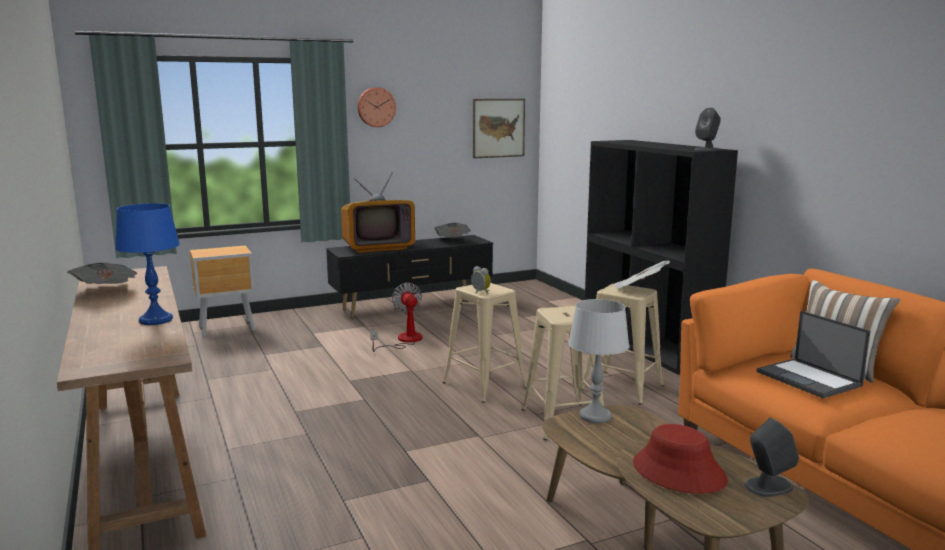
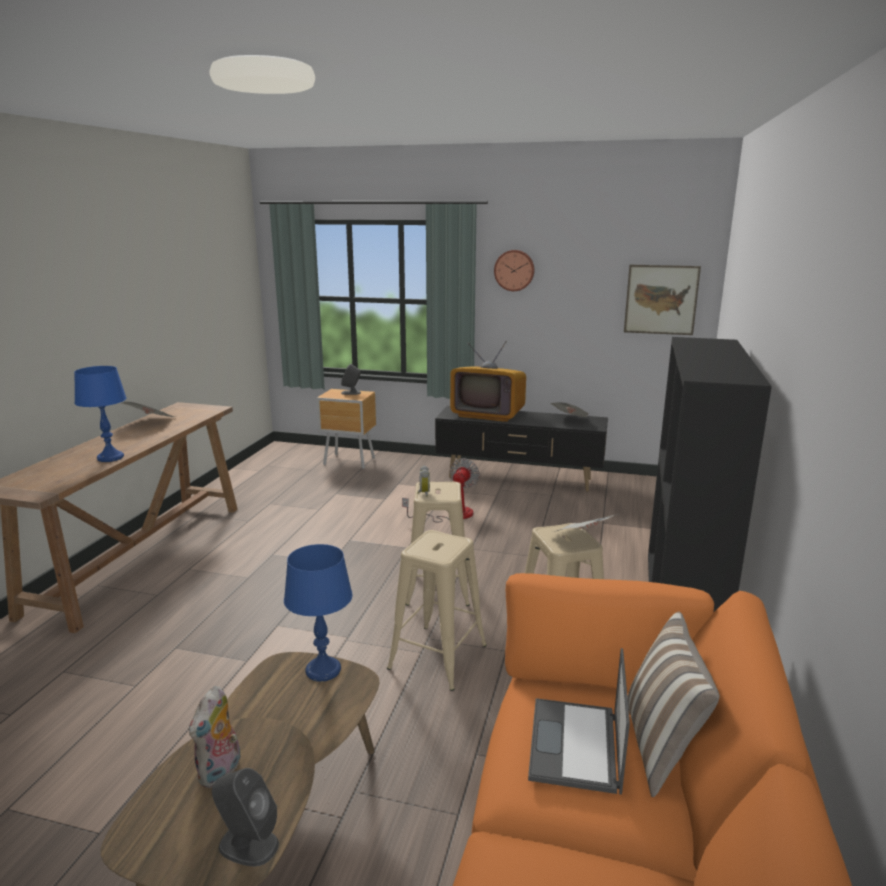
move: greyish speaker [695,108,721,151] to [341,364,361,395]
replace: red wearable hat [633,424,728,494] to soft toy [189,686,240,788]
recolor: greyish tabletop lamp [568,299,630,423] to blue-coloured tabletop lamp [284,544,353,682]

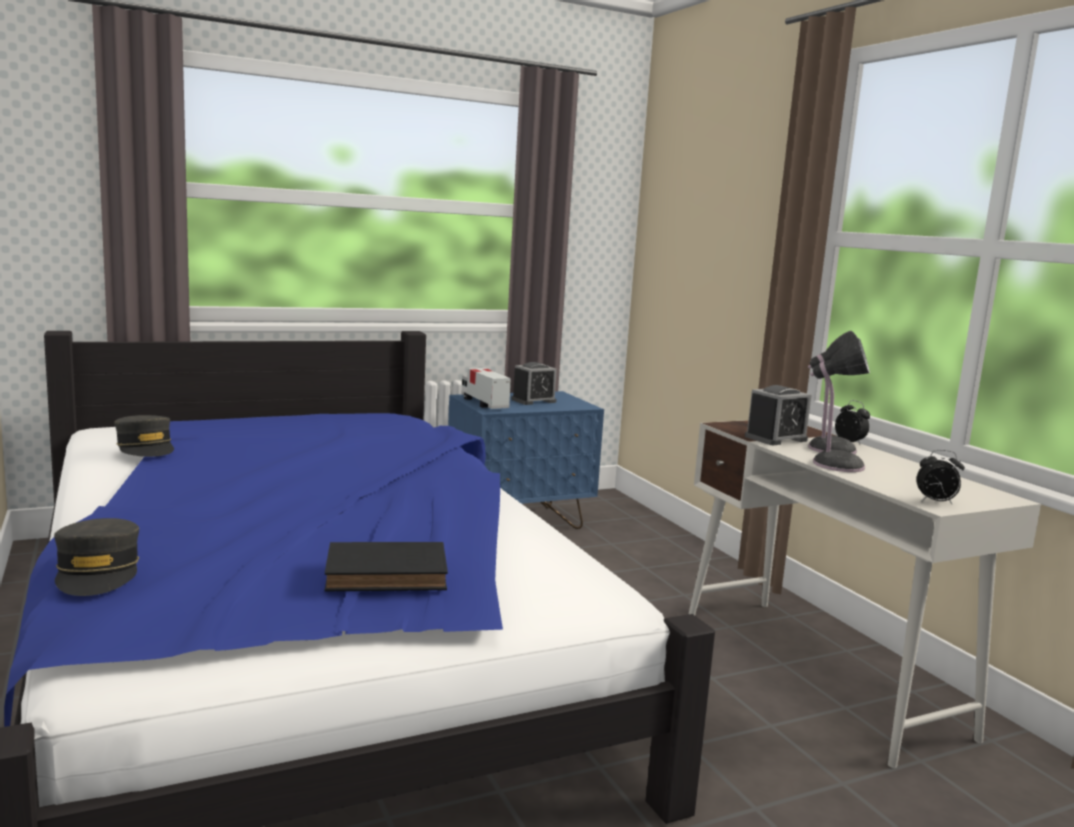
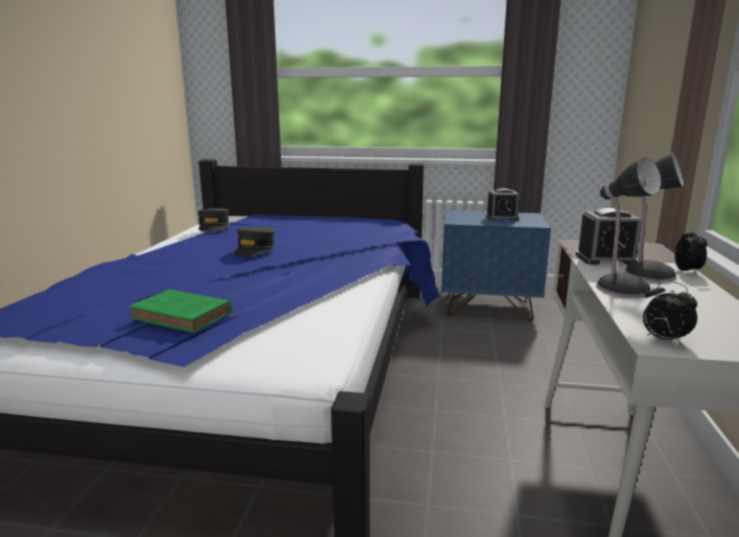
delete: toy truck [462,368,511,409]
move: greyish peaked cap [54,518,139,596] to [234,227,275,257]
recolor: black-coloured book [325,542,448,591] to greenish book [129,289,232,333]

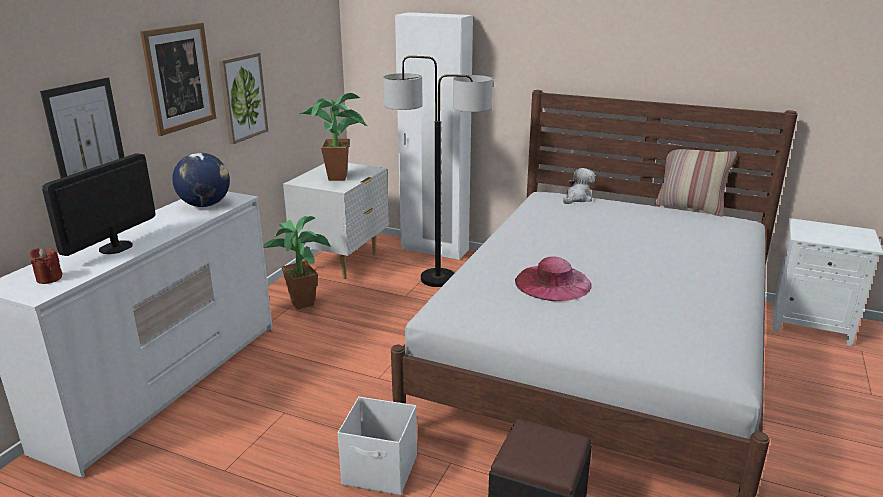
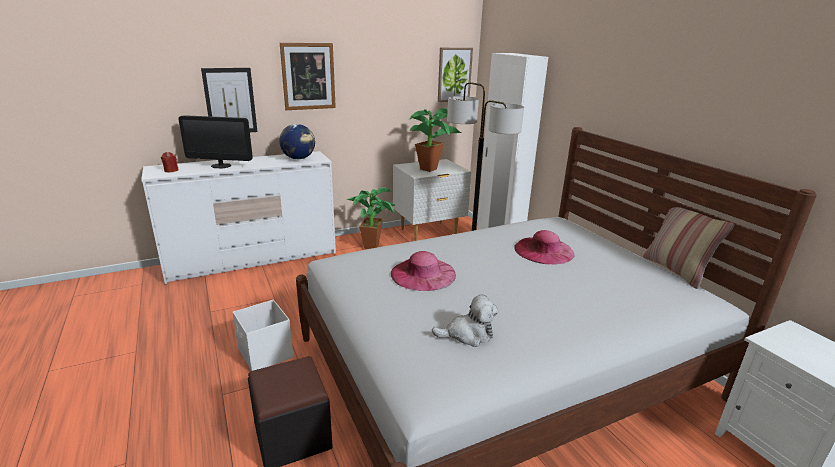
insert: pink-coloured wearable hat [514,230,574,264]
move: wall picture [219,52,268,144] to [438,48,473,102]; soft toy [563,168,595,204] to [432,294,499,347]
rotate: computer screen [42,153,155,256] = [179,115,253,169] 150 degrees counterclockwise

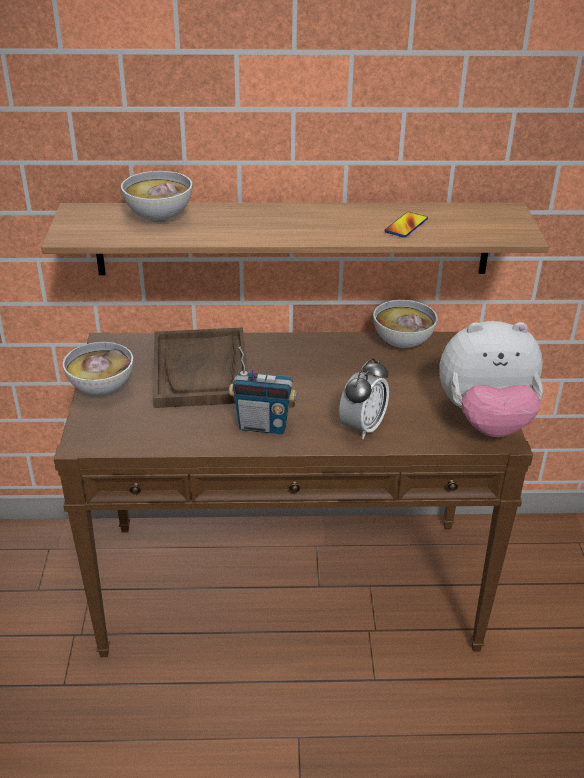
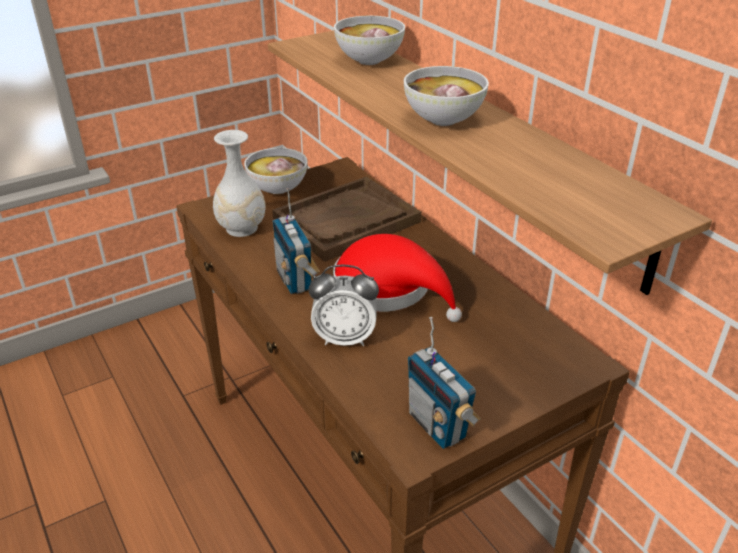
delete: handset [384,212,428,238]
insert: white-coloured flower vase [213,130,266,237]; red wearable hat [333,234,462,322]
move: bowl [373,300,438,348] to [404,66,489,126]
replace: soft toy [439,321,543,437] to radio receiver [408,317,481,449]

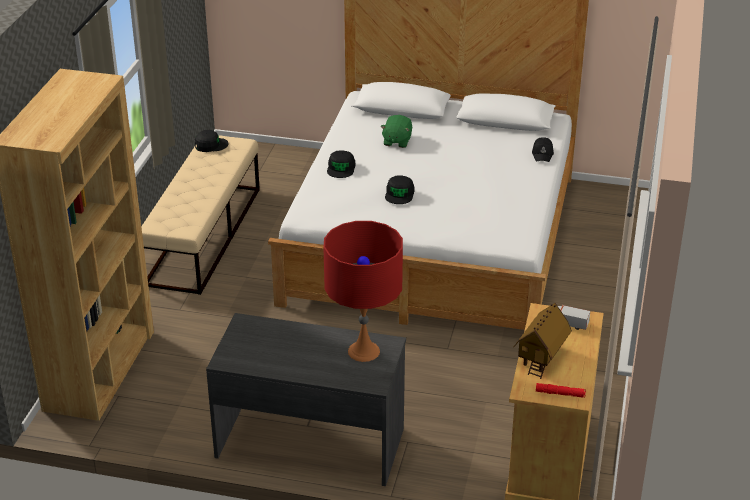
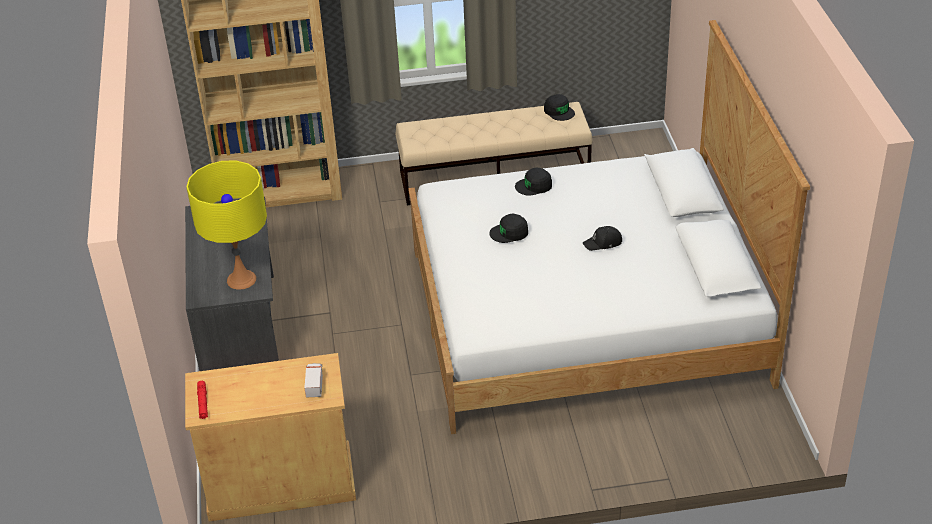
delete: greenish soft toy [381,115,412,148]; model house [513,303,572,379]
move: black-coloured peaked cap [532,137,554,162] to [583,226,622,251]
recolor: red tabletop lamp [323,221,403,362] to yellow-coloured tabletop lamp [186,161,267,290]

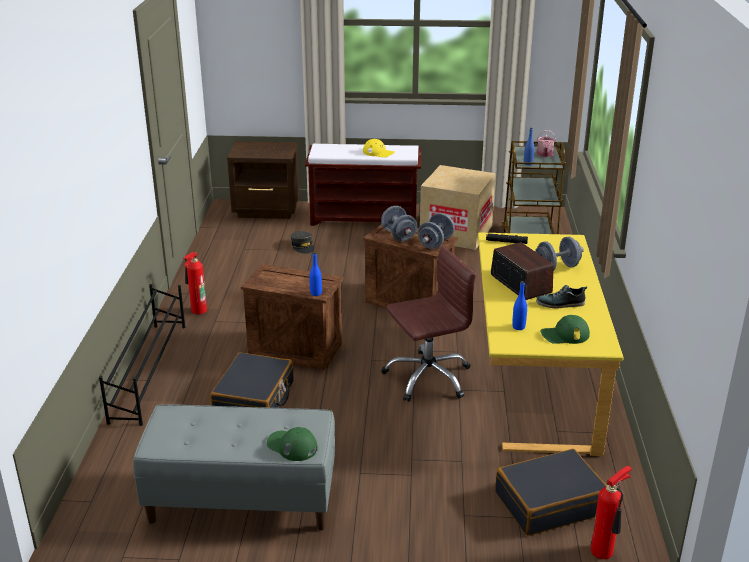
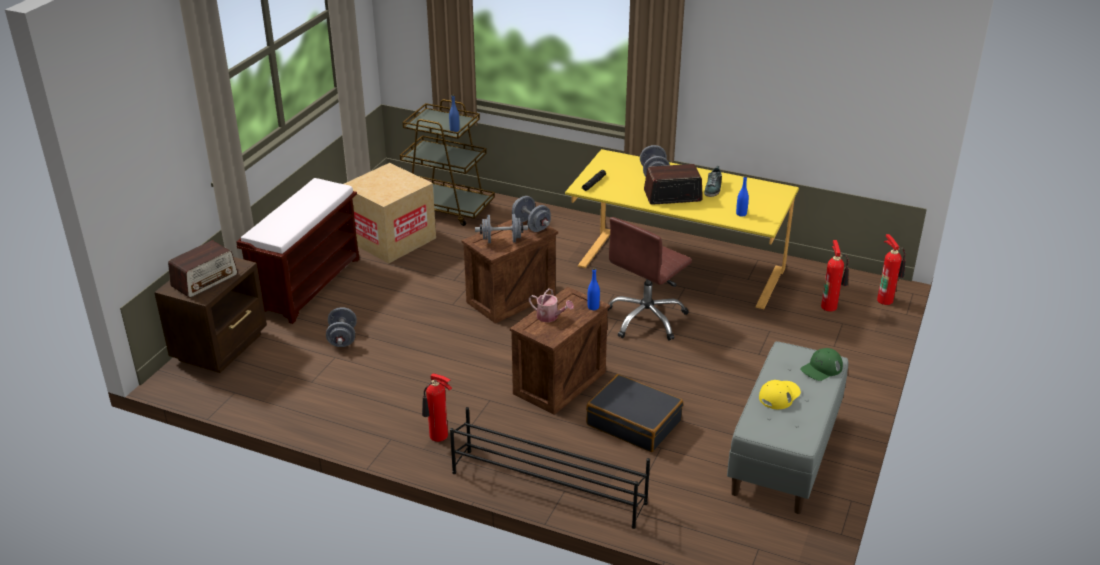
delete: greenish peaked cap [541,315,590,344]
insert: radio receiver [168,240,238,298]
move: yellow-coloured peaked cap [363,139,395,158] to [759,380,801,409]; watering can [537,130,556,157] to [529,288,574,323]
replace: greyish peaked cap [291,231,314,254] to greyish dumbbell [326,307,357,347]; black-coloured suitcase [495,449,607,536] to fire-fighting cylinder [821,240,849,312]
rotate: brown computer chair [381,246,476,402] = [608,217,692,341] 135 degrees counterclockwise

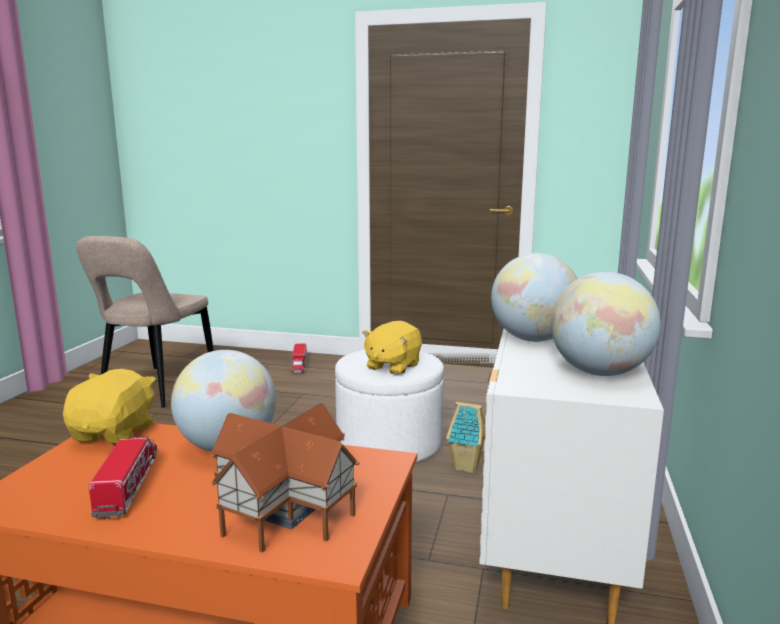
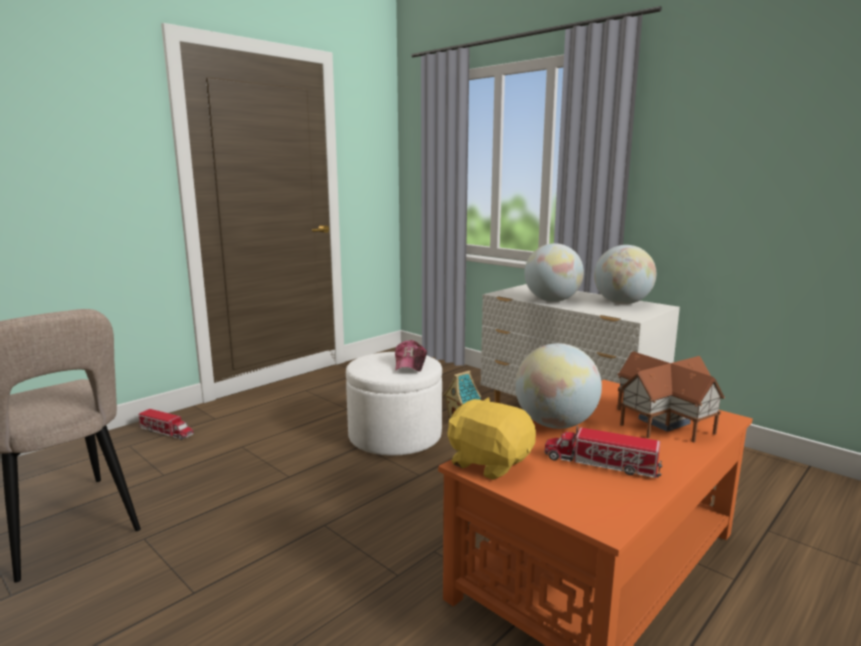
replace: yellow-coloured soft toy [362,321,422,375] to peaked cap [395,340,427,372]

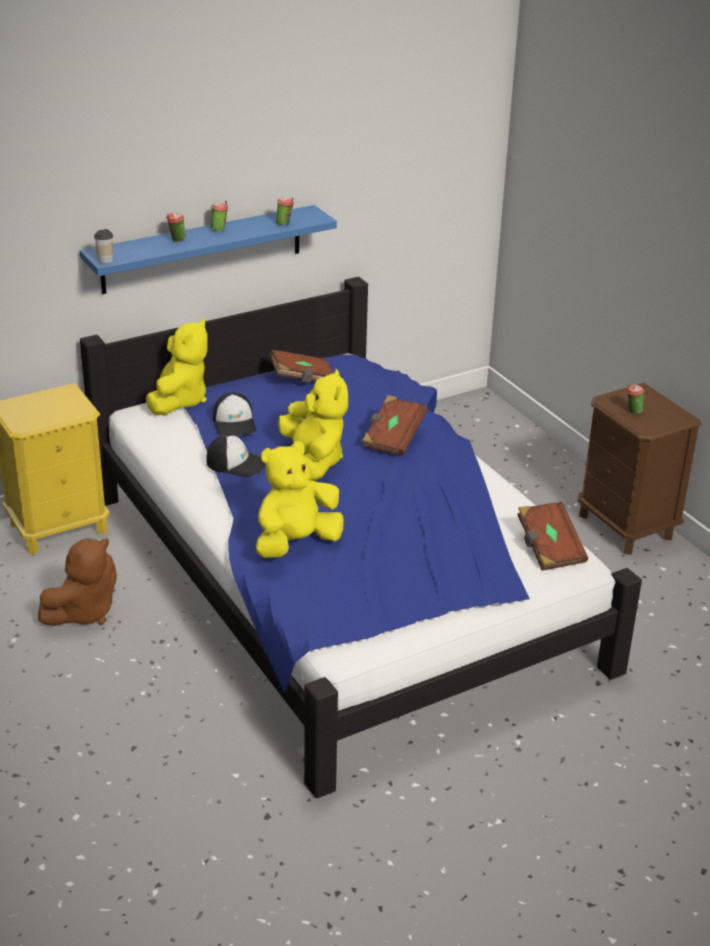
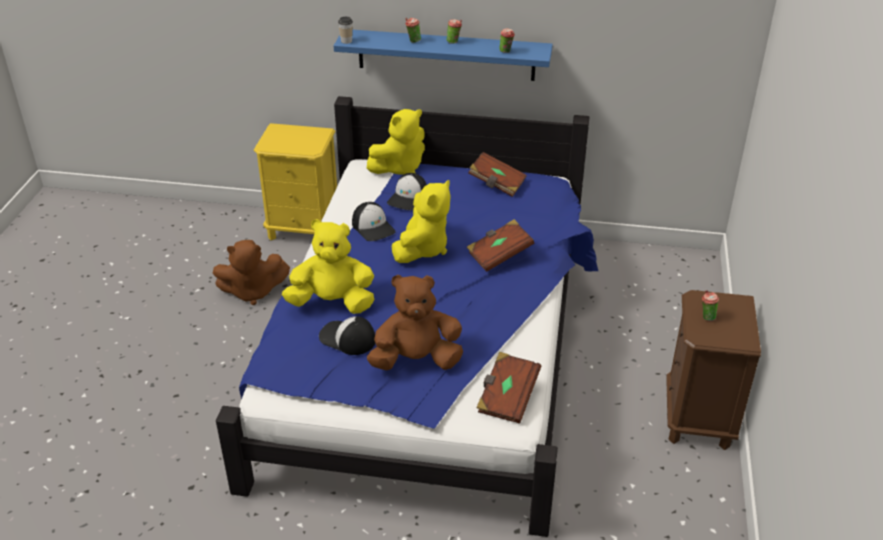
insert: peaked cap [319,316,375,355]; brown soft toy [367,275,463,370]

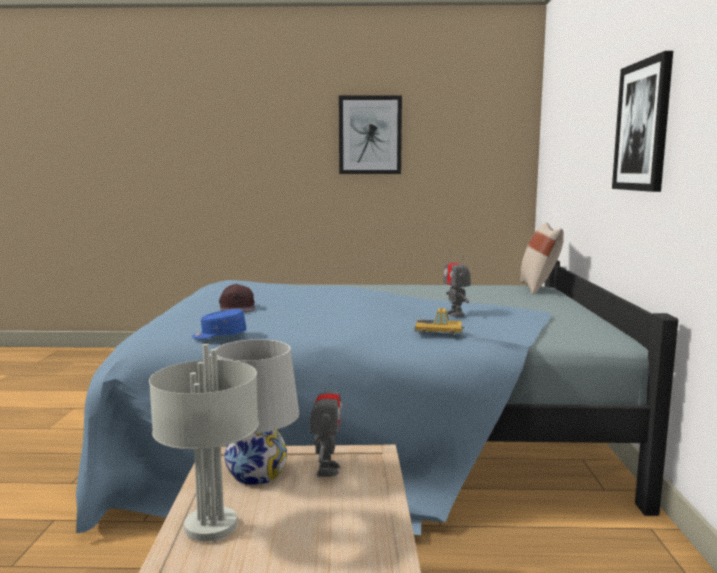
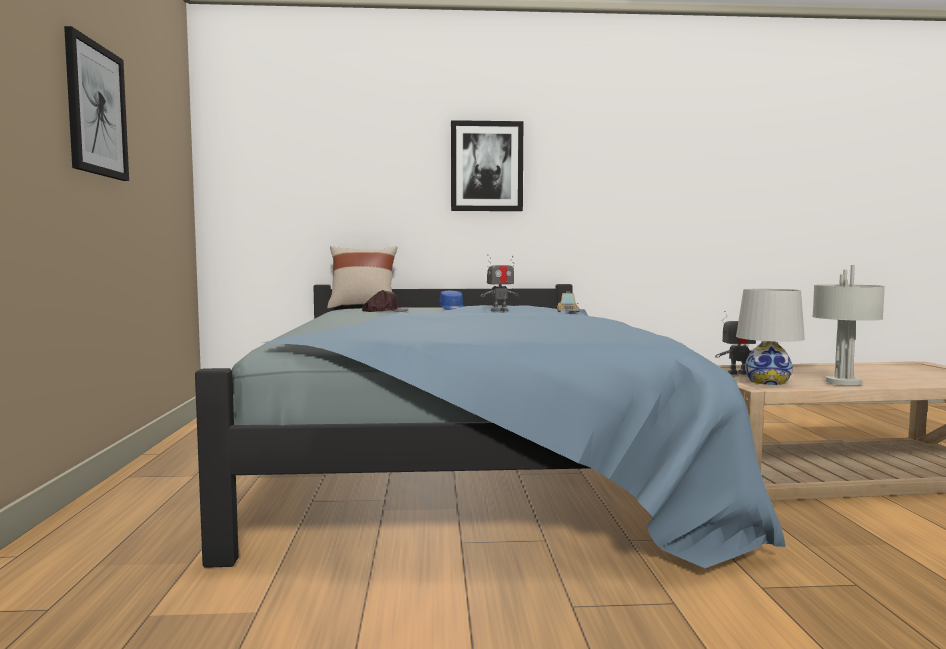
move: blue-coloured peaked cap [191,309,246,339] to [440,291,464,310]; brown peaked cap [219,284,255,312] to [362,290,408,312]

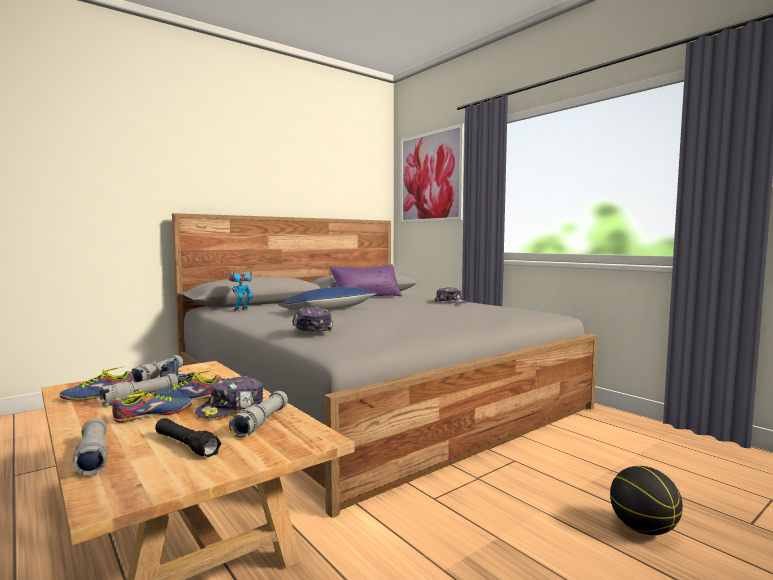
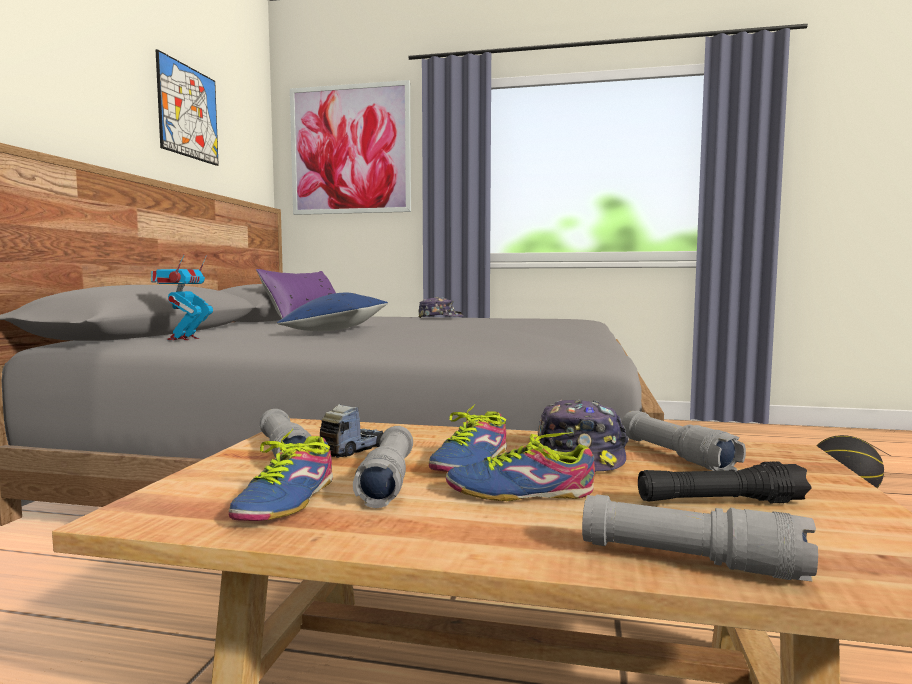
delete: peaked cap [292,306,333,332]
insert: wall picture [155,49,219,166]
rotate: low shoe [112,389,192,423] = [446,432,595,501] 105 degrees counterclockwise

